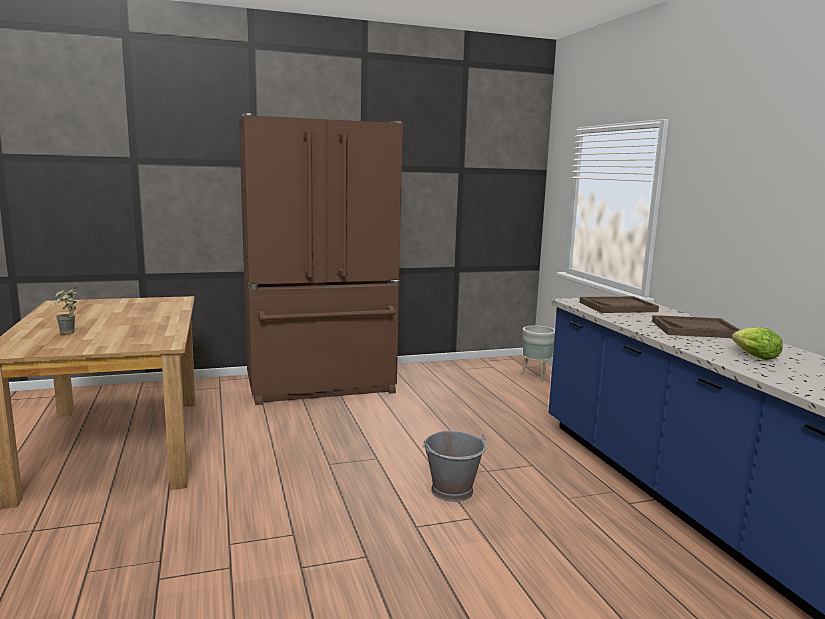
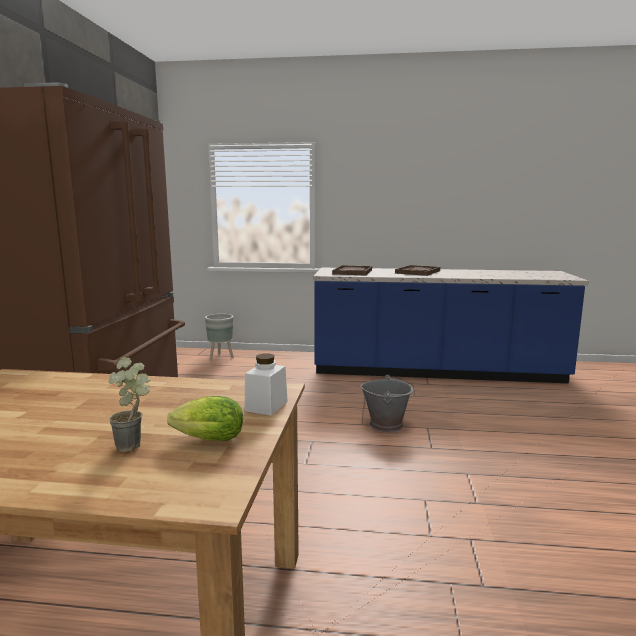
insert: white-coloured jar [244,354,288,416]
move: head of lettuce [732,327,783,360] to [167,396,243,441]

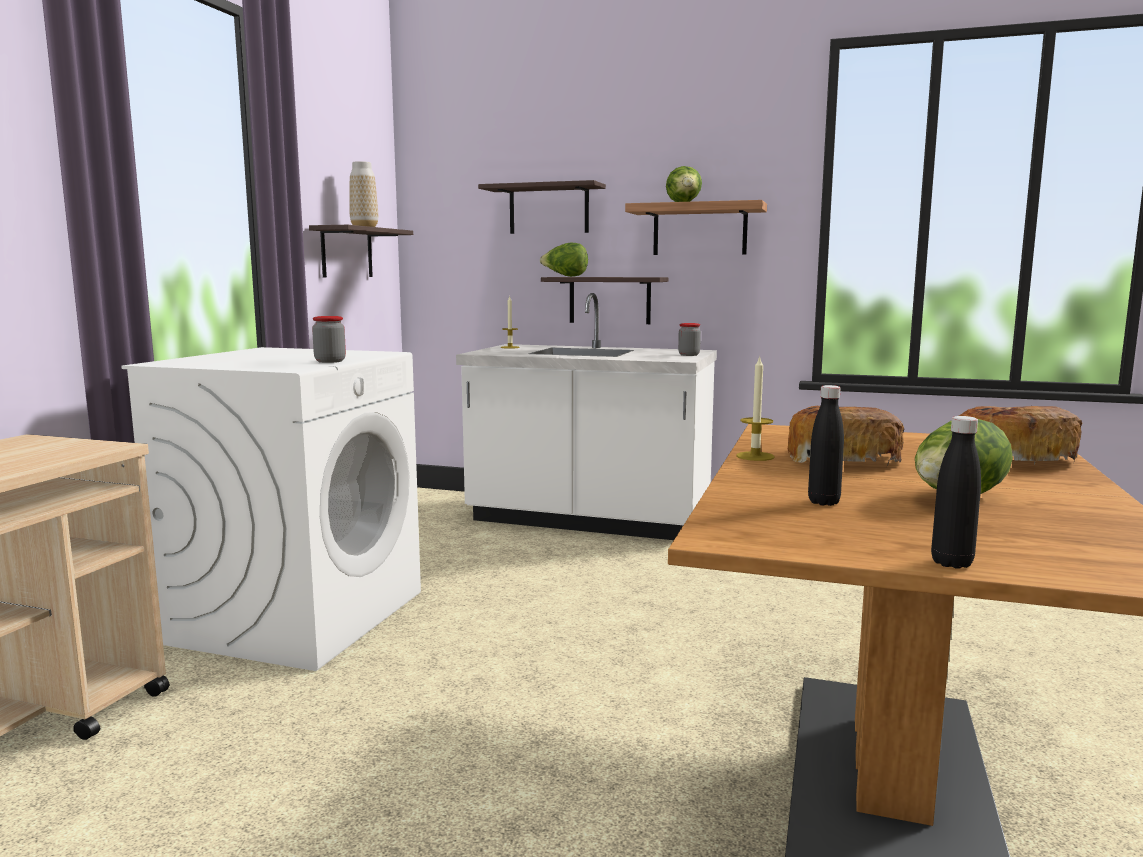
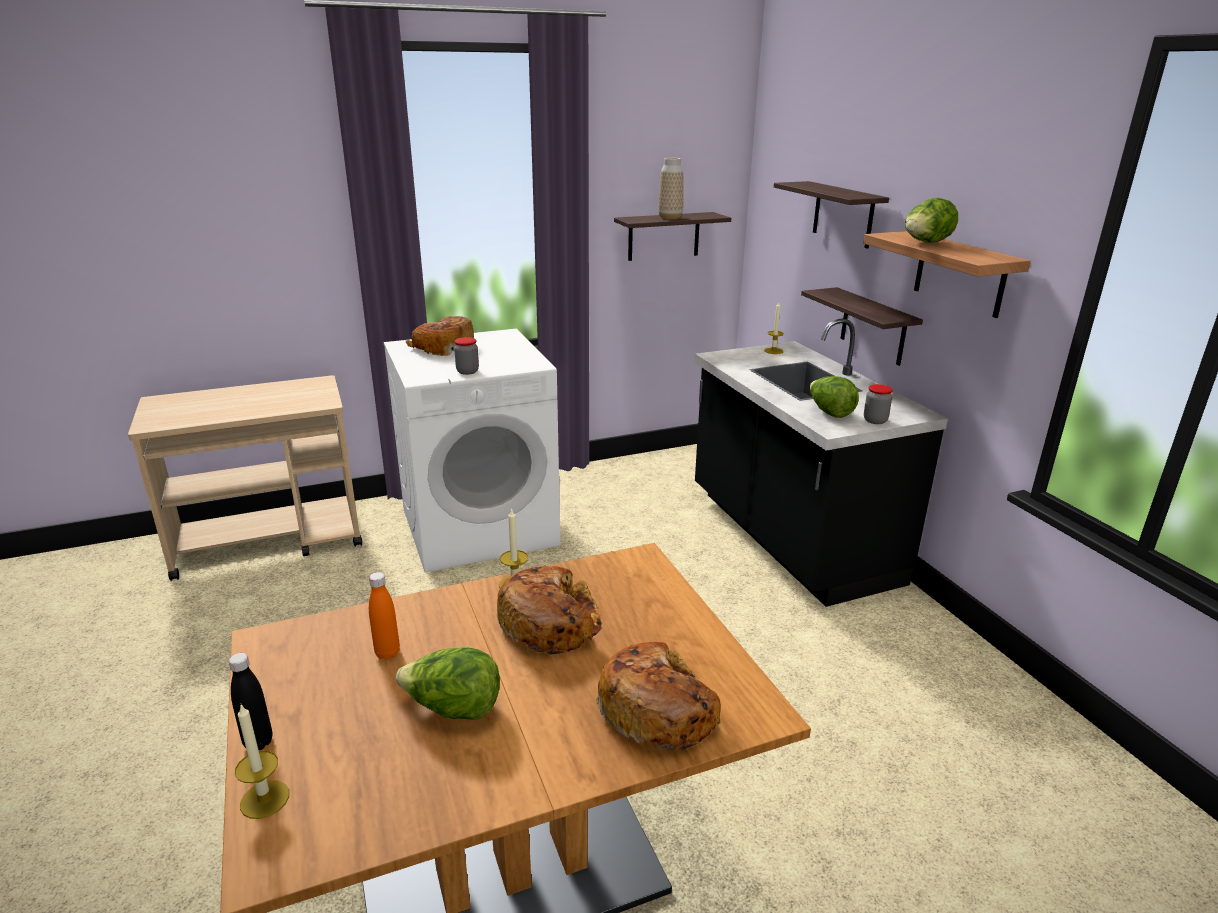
insert: wax candle [235,705,289,819]; bread [406,316,474,356]
move: head of lettuce [540,242,588,277] to [810,376,859,418]
recolor: white-coloured kitchen base unit [456,293,717,540] to black-coloured kitchen base unit [695,318,948,607]; black-coloured bottle [808,385,844,506] to orange bottle [369,572,400,660]

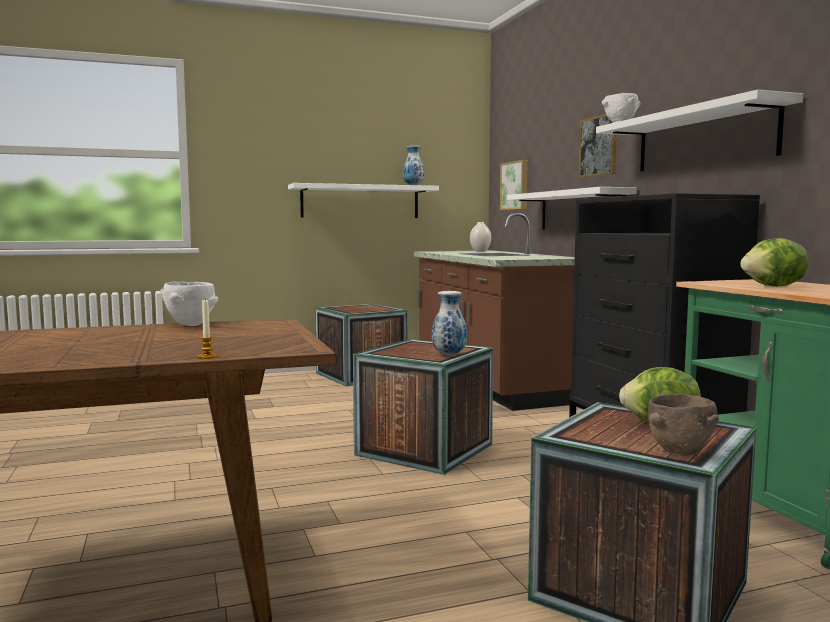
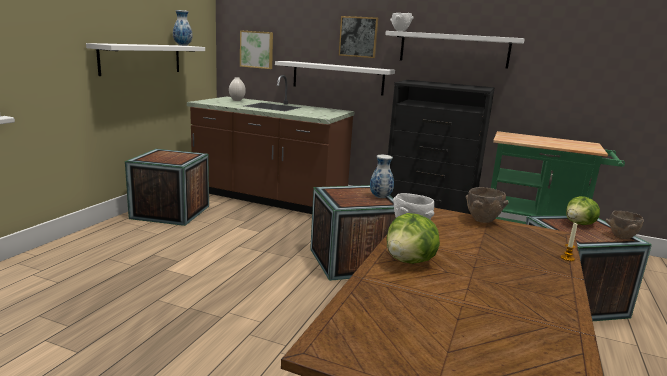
insert: brown bowl [466,187,509,223]
move: head of lettuce [740,238,809,287] to [387,213,440,264]

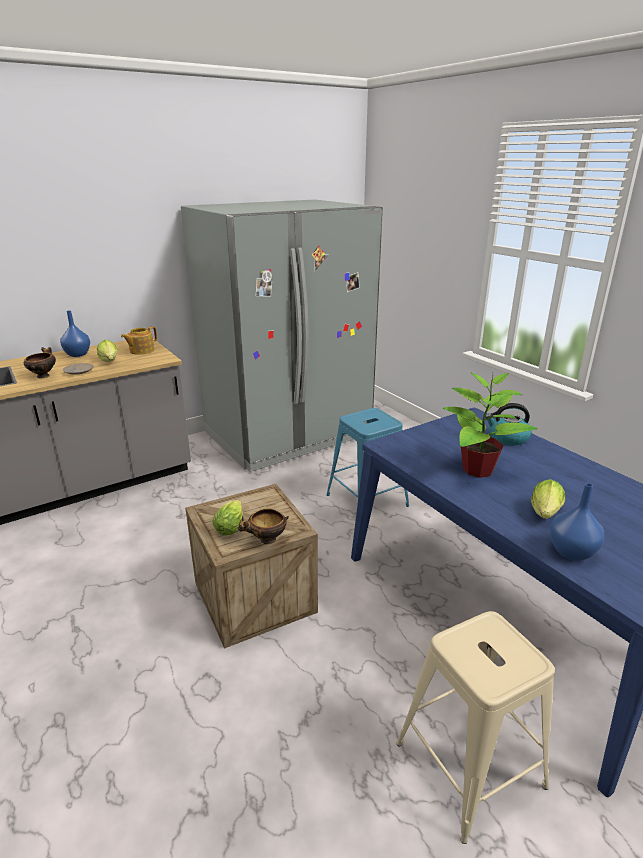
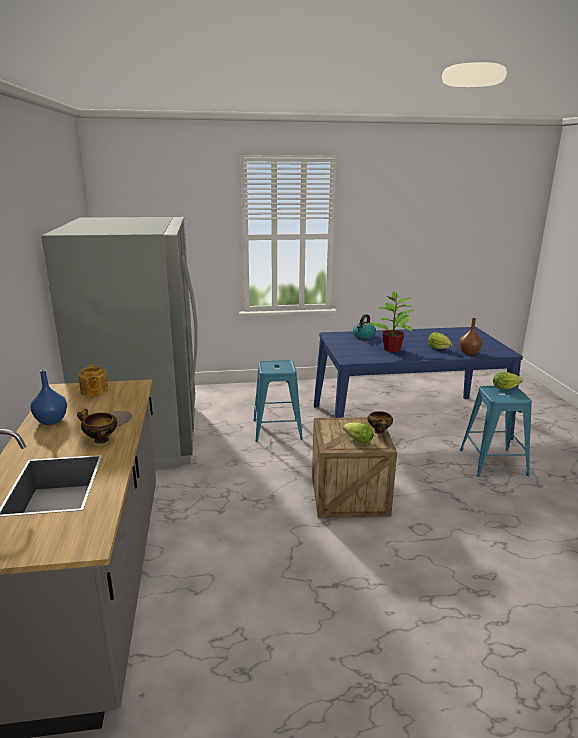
move: head of lettuce [97,340,118,362] to [493,372,522,389]
recolor: beige sitting stool [397,611,555,844] to blue-coloured sitting stool [460,386,532,477]; blue-coloured flower vase [550,483,604,561] to brown flower vase [459,318,483,355]

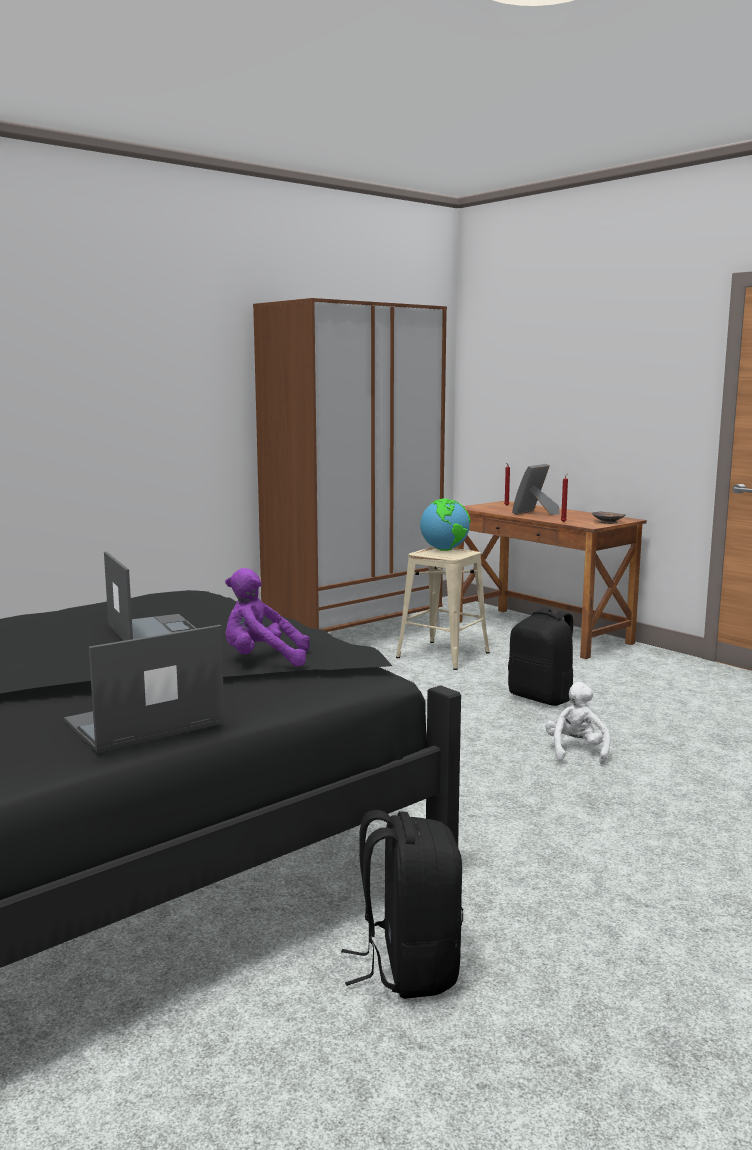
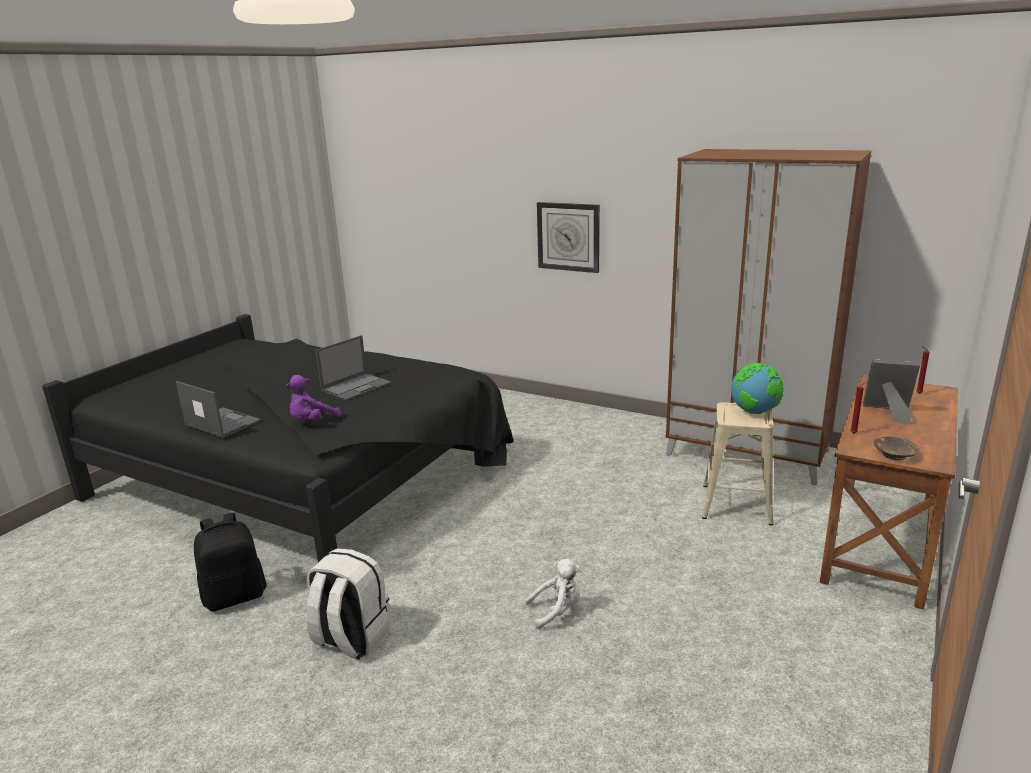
delete: black-coloured rucksack [508,608,573,706]
insert: white-coloured rucksack [306,548,391,660]; clock on the wall [537,202,600,273]
rotate: purple soft toy [225,568,310,667] = [286,375,341,421] 120 degrees counterclockwise

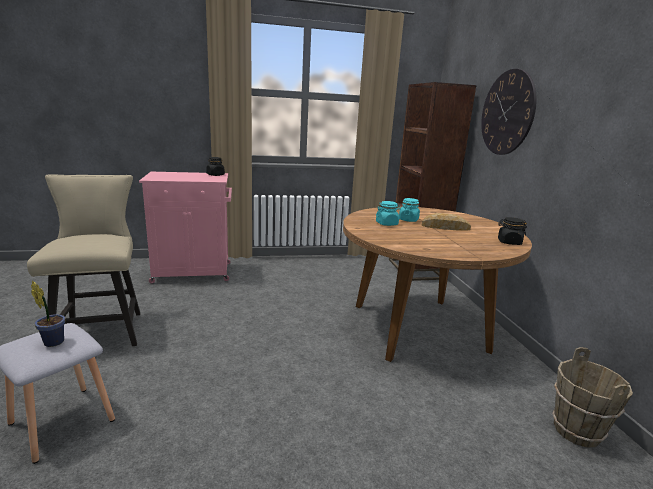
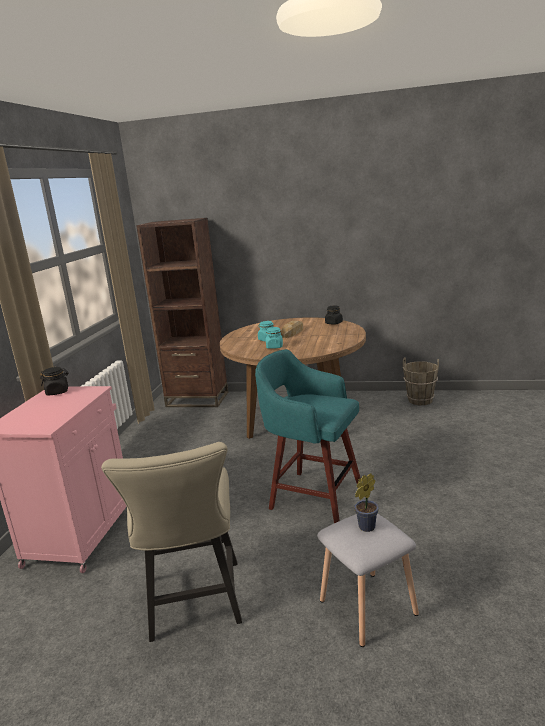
delete: clock on the wall [481,69,537,155]
insert: turquoise sitting stool [255,349,361,523]
rotate: beige plain chair [27,175,140,346] = [101,442,242,642] 105 degrees counterclockwise

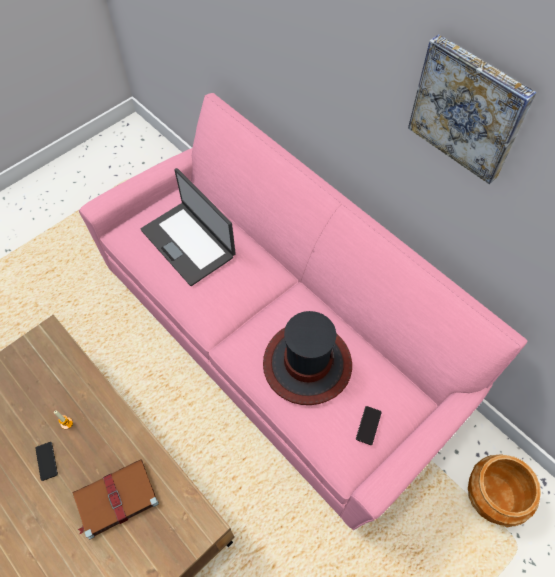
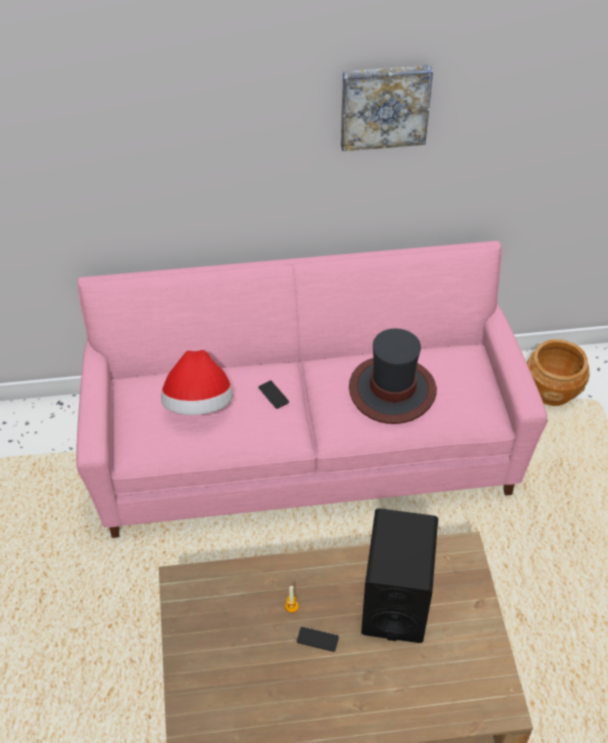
move: handset [356,406,382,445] to [258,380,289,409]
replace: brown book [73,459,159,539] to black-coloured speaker [361,508,438,643]; notebook computer [141,168,236,286] to wearable hat [161,350,233,415]

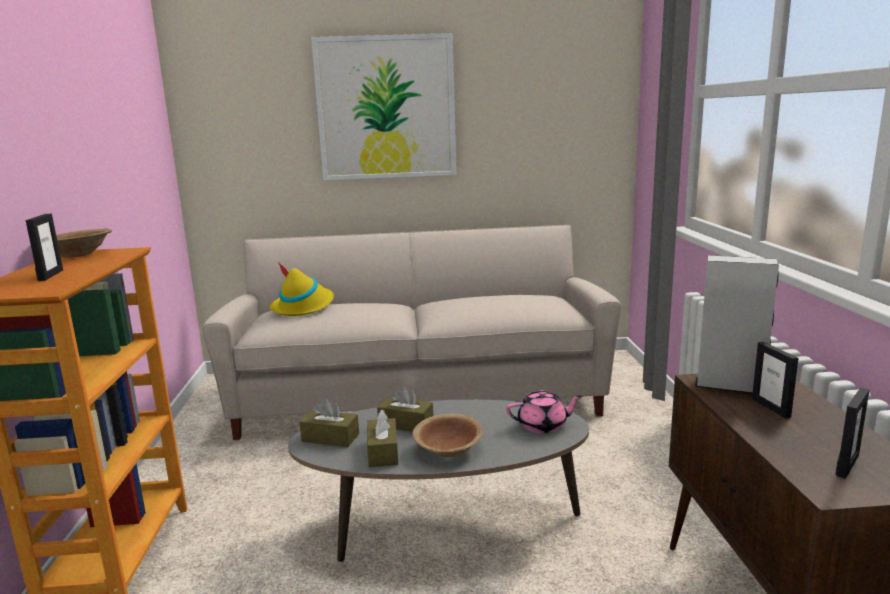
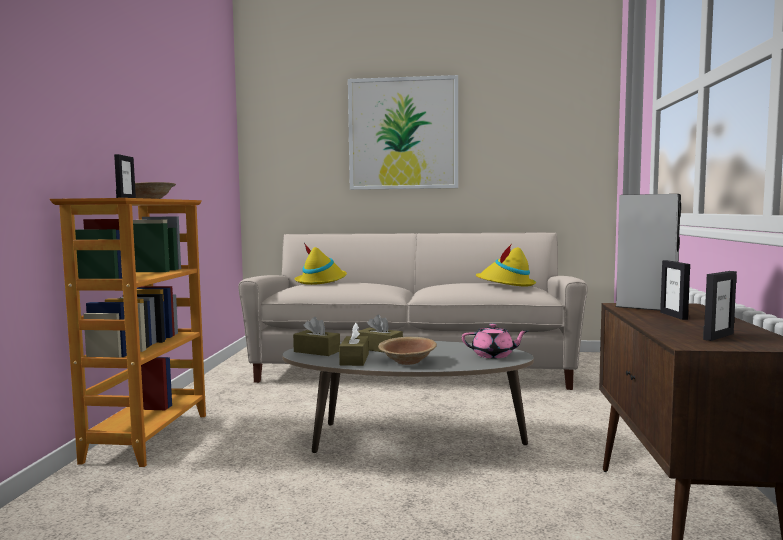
insert: yellow-coloured wearable hat [476,245,536,286]

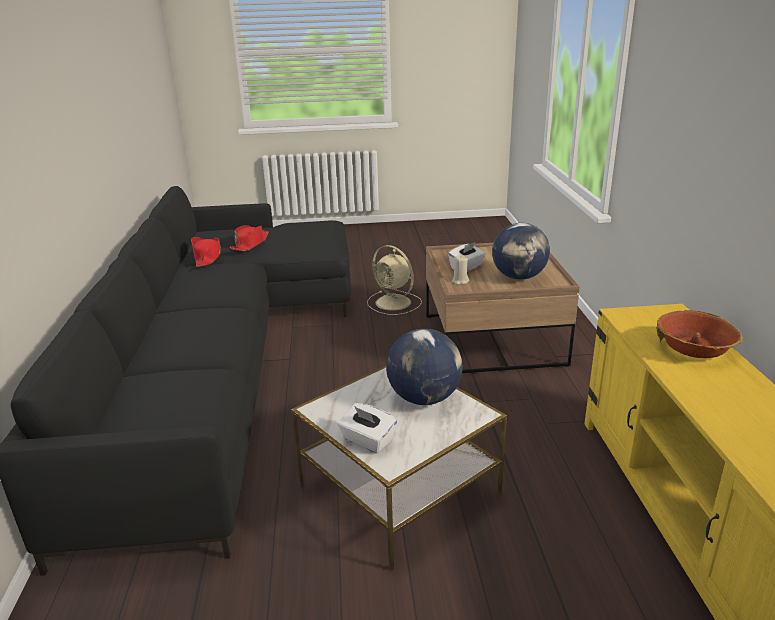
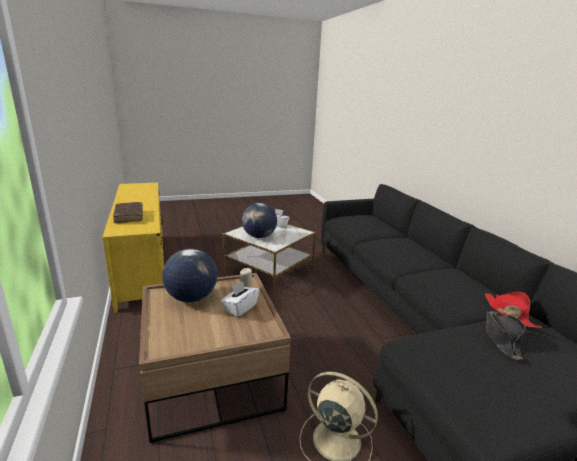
replace: bowl [657,310,743,358] to brown book [113,202,143,223]
recolor: red wearable hat [230,225,269,251] to black-coloured wearable hat [486,311,526,360]

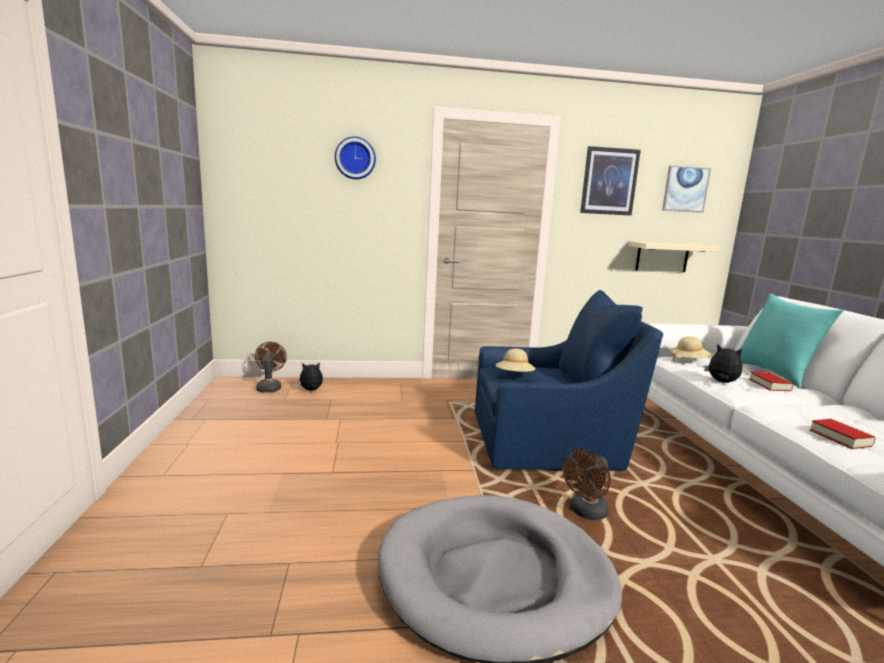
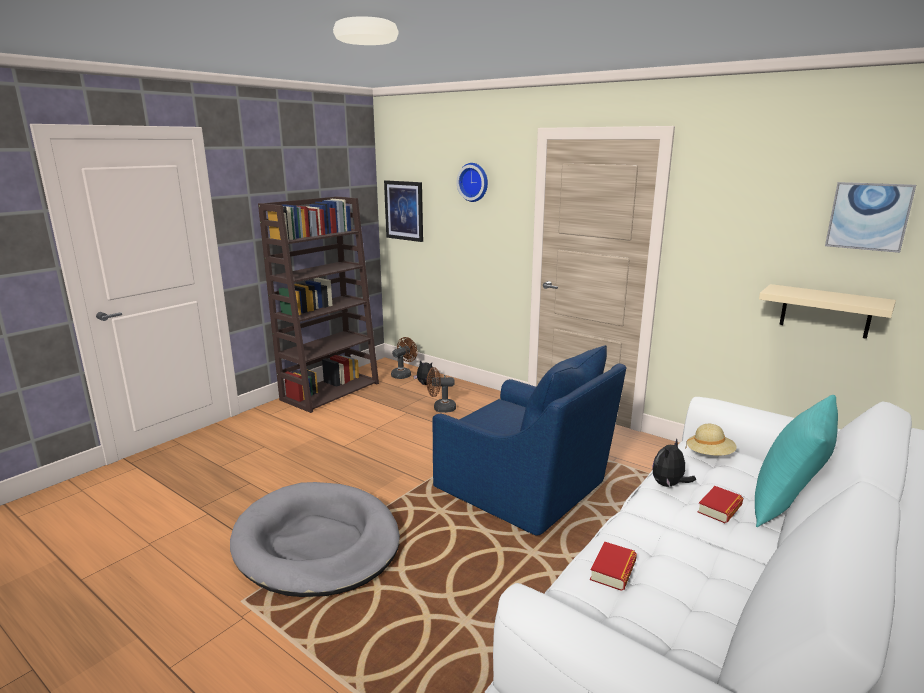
delete: beige wearable hat [496,349,535,372]
insert: brown shelving unit [258,196,379,413]
move: brown electric fan [562,449,611,520] to [427,367,456,413]; wall picture [580,146,641,216] to [384,180,423,242]
rotate: soft toy [704,344,742,383] = [652,438,696,487] 135 degrees counterclockwise

